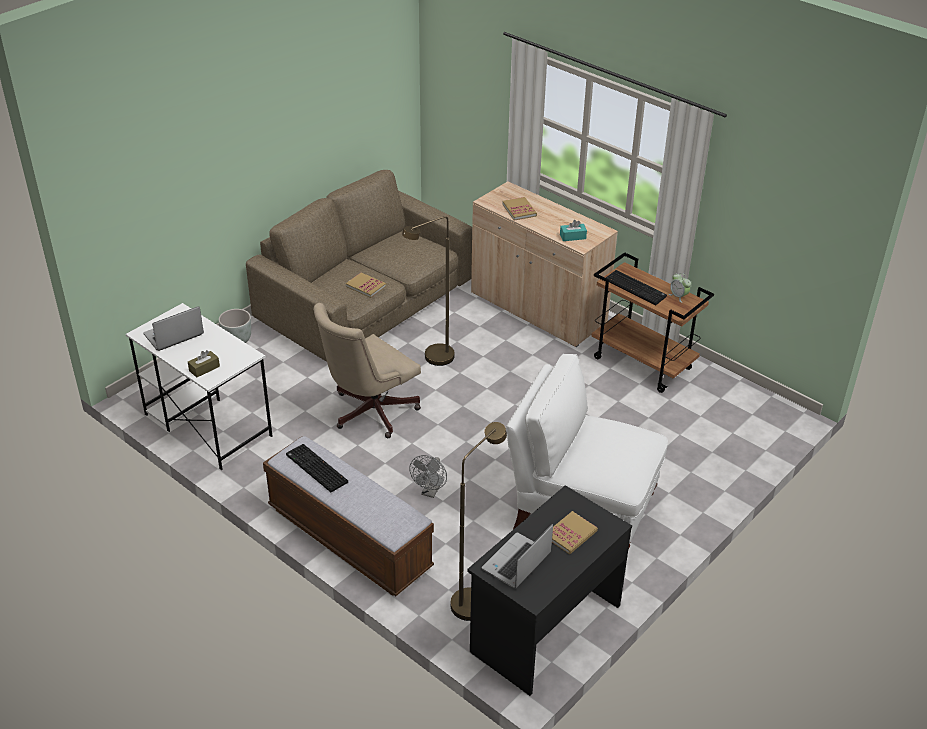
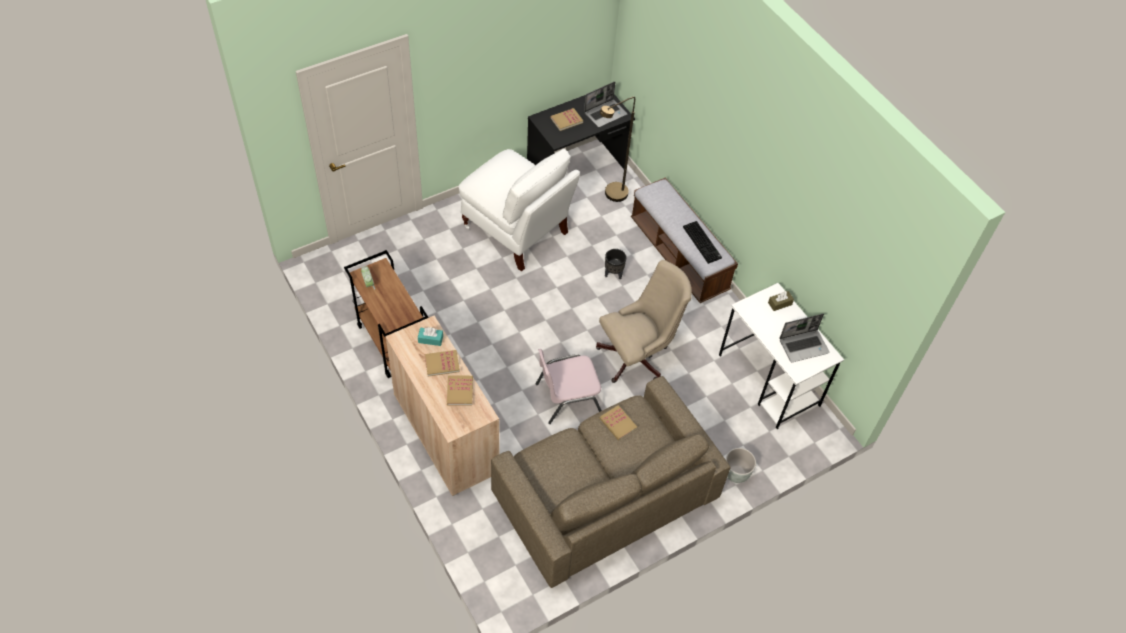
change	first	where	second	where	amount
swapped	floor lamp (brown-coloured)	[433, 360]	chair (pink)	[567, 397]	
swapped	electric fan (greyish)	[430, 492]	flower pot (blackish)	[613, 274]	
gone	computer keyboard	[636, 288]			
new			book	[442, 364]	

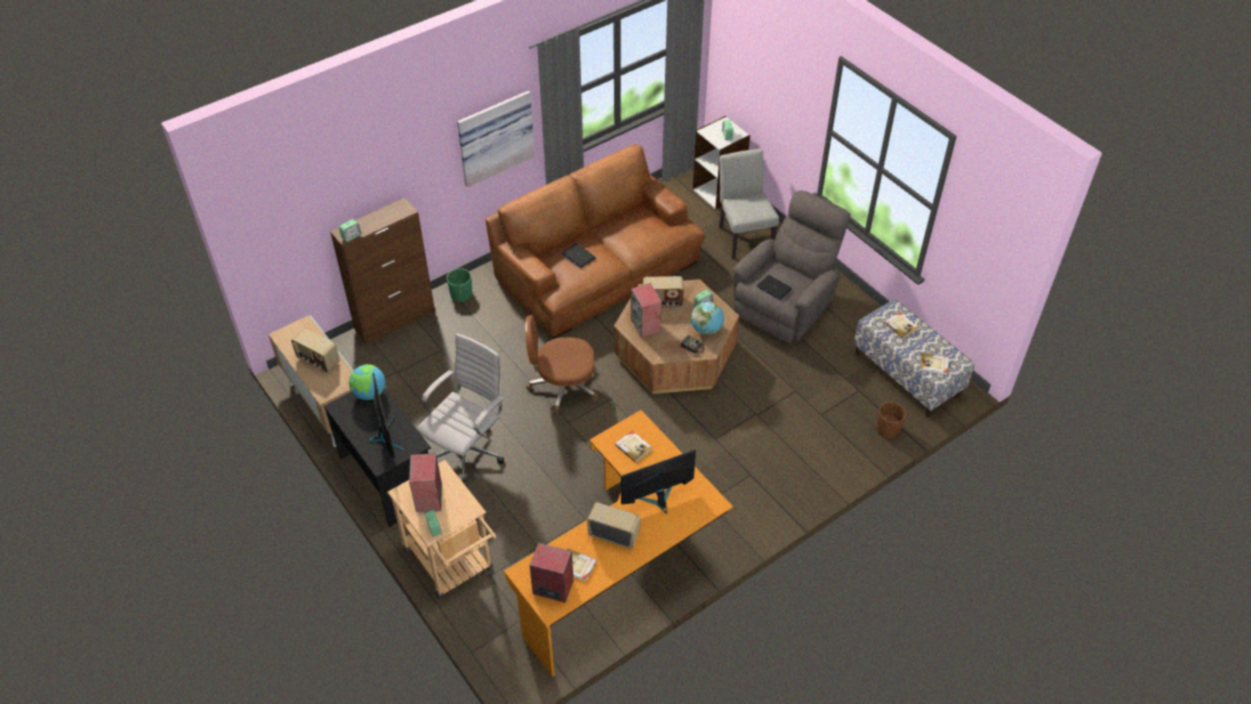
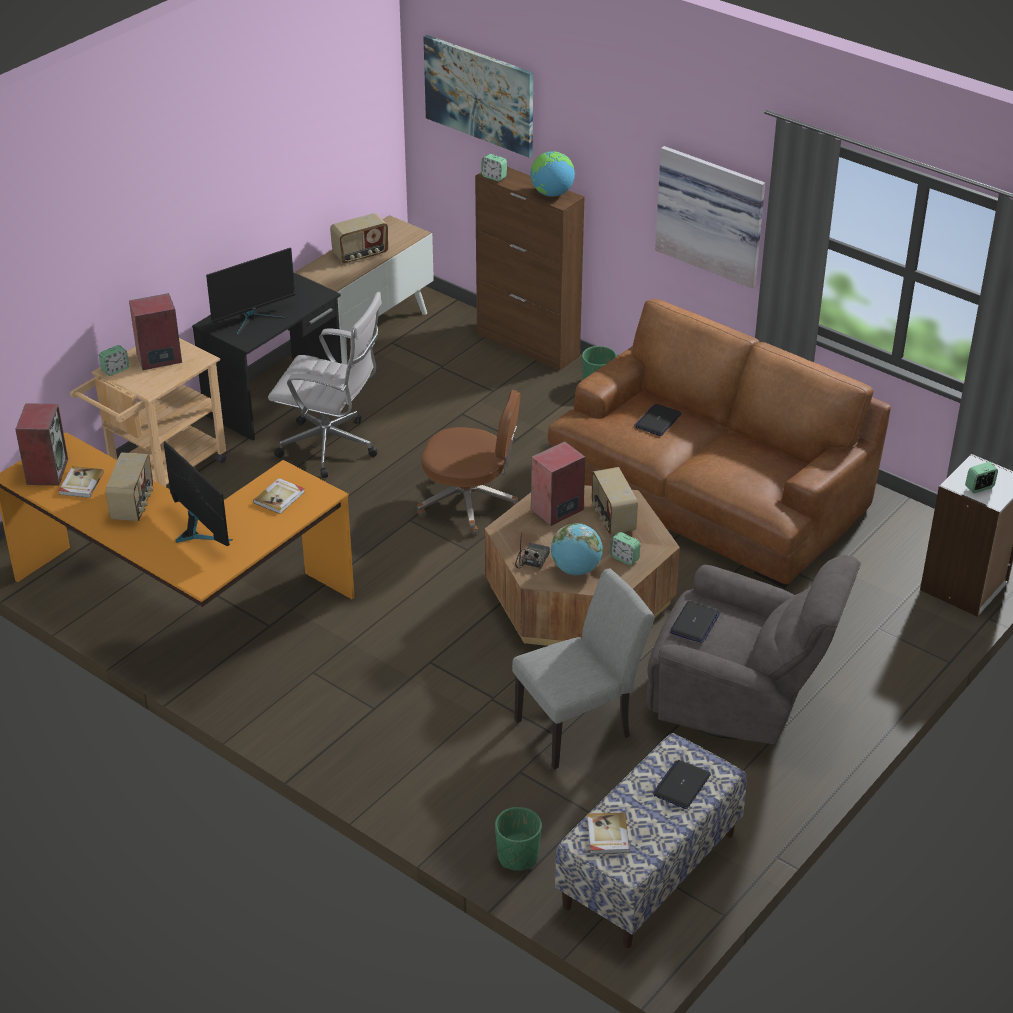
change	first	where	second	where	amount
rotated	radio receiver	[318, 360]		[360, 255]	135 degrees counterclockwise
shifted	globe	[369, 394]		[551, 193]	
rotated	computer chair (brown-coloured)	[562, 387]		[470, 502]	120 degrees clockwise
shifted	chair (greyish)	[743, 236]		[580, 725]	
repainted	flower pot (brown-coloured)	[887, 429]	flower pot (green-coloured)	[518, 856]	
swapped	book	[901, 326]	notebook computer	[681, 785]	
new			picture	[479, 95]	

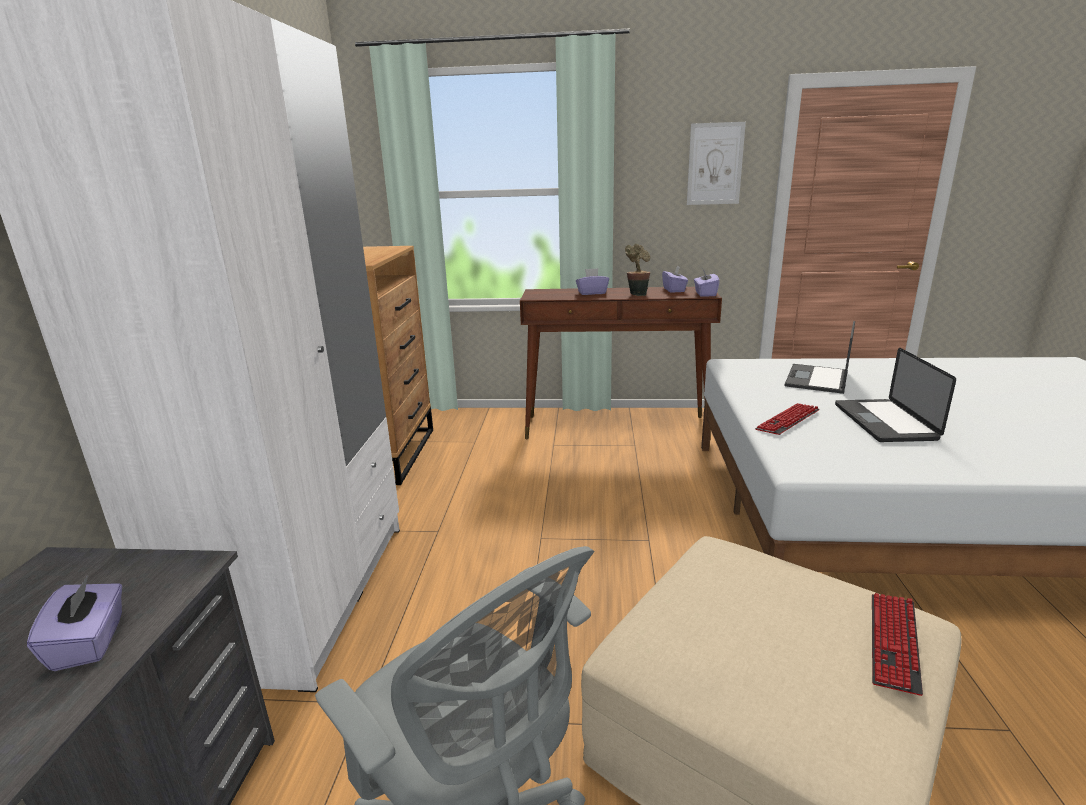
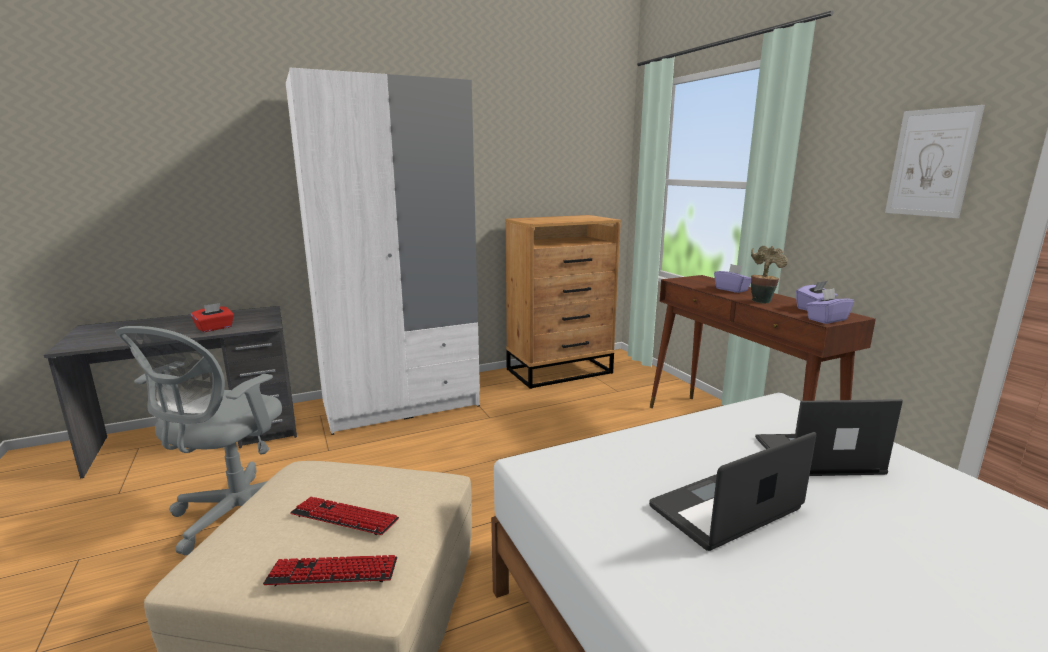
change	first	where	second	where	amount
repainted	tissue holder (purple-coloured)	[90, 642]	tissue holder (reddish)	[215, 328]	
shifted	computer keyboard	[787, 421]		[344, 517]	

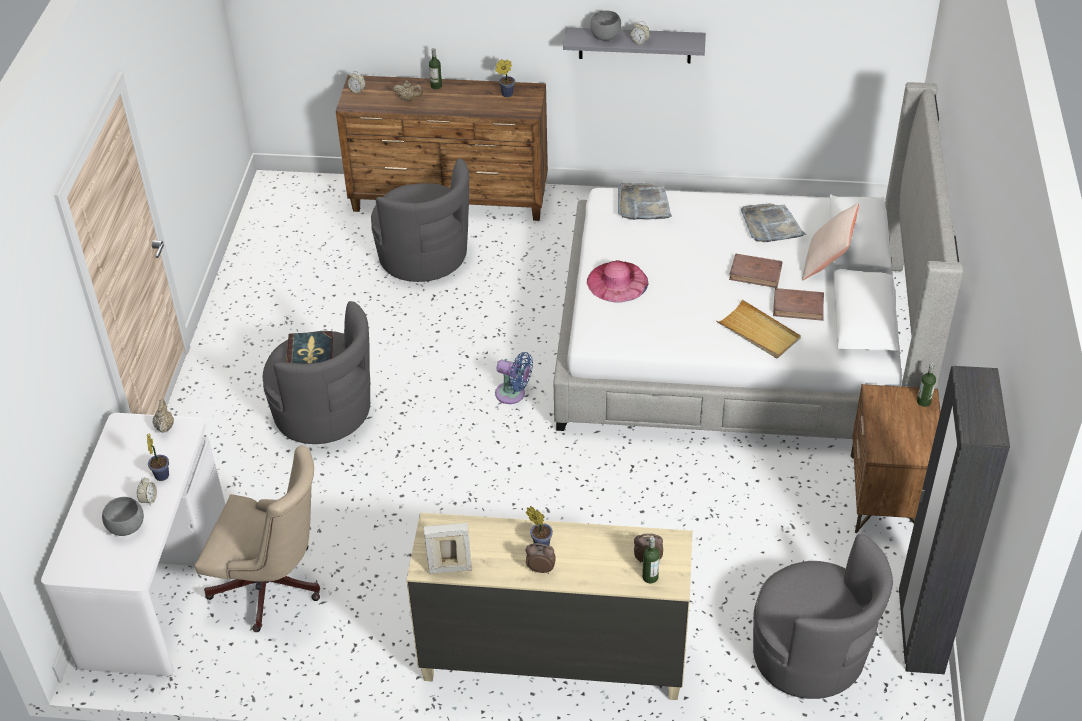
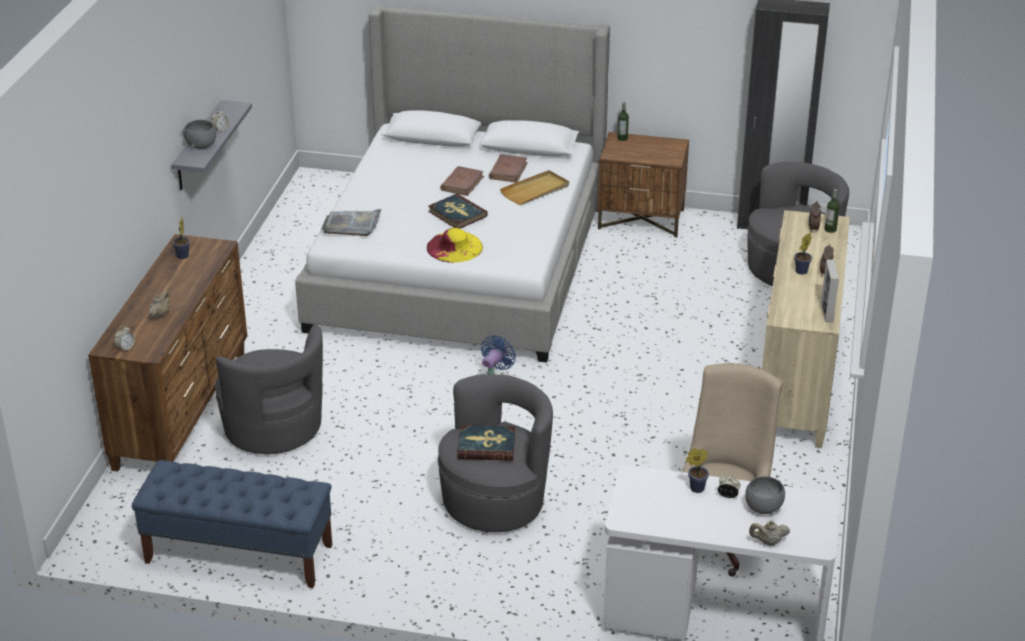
change	first	where	second	where	amount
shifted	pot for tea (beige)	[165, 426]		[768, 542]	
rotated	armchair (greyish)	[424, 258]		[274, 430]	90 degrees clockwise
gone	bottle	[436, 86]			
repainted	wearable hat (pink)	[617, 281]	wearable hat (yellow-coloured)	[454, 247]	
gone	carrying tray (greyish)	[771, 225]			
gone	throw pillow (beige)	[827, 262]			
new			long seat (bluish)	[238, 554]	
new			book	[457, 214]	

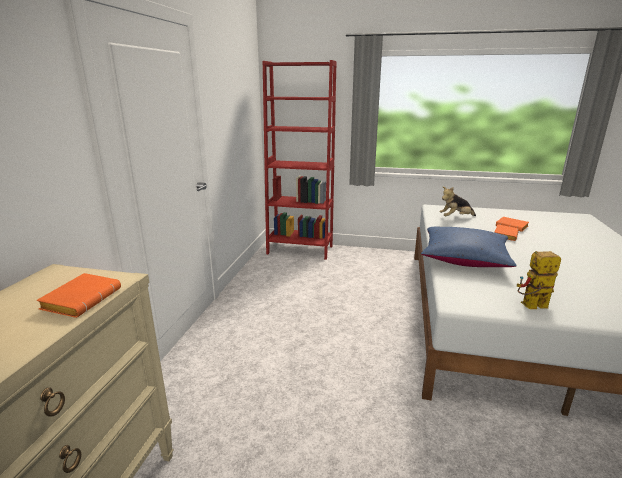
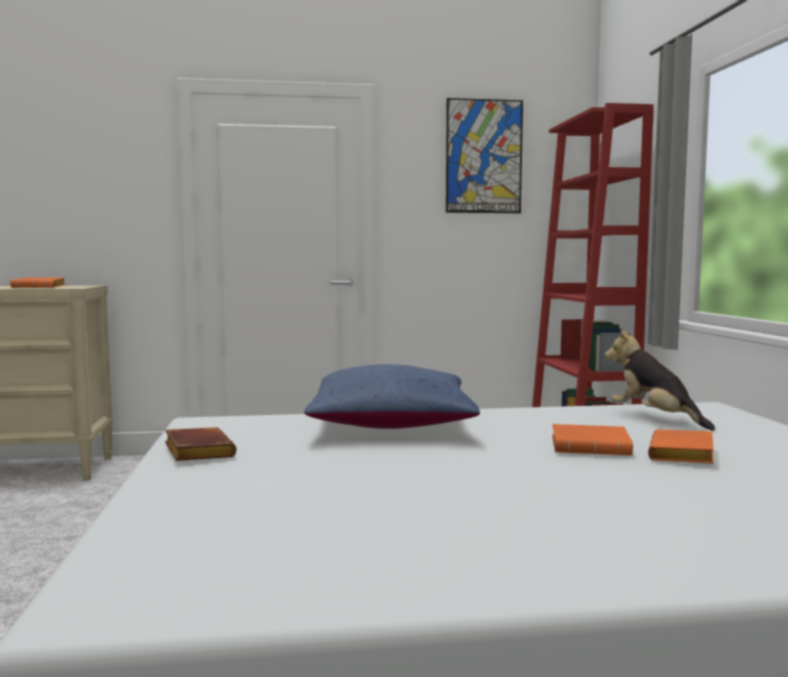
change	first	where	second	where	amount
swapped	toy robot	[530, 307]	book (brown-coloured)	[196, 452]	
new			picture	[484, 156]	

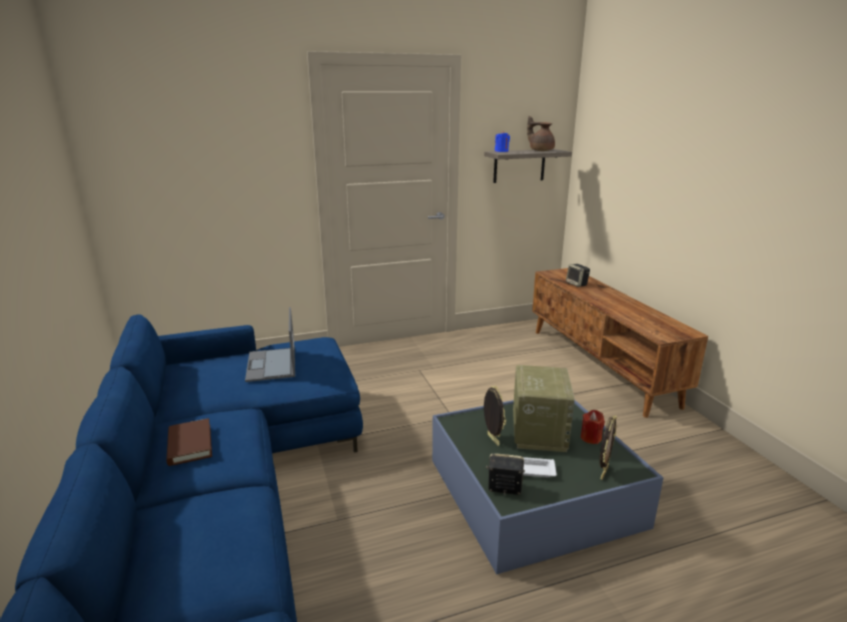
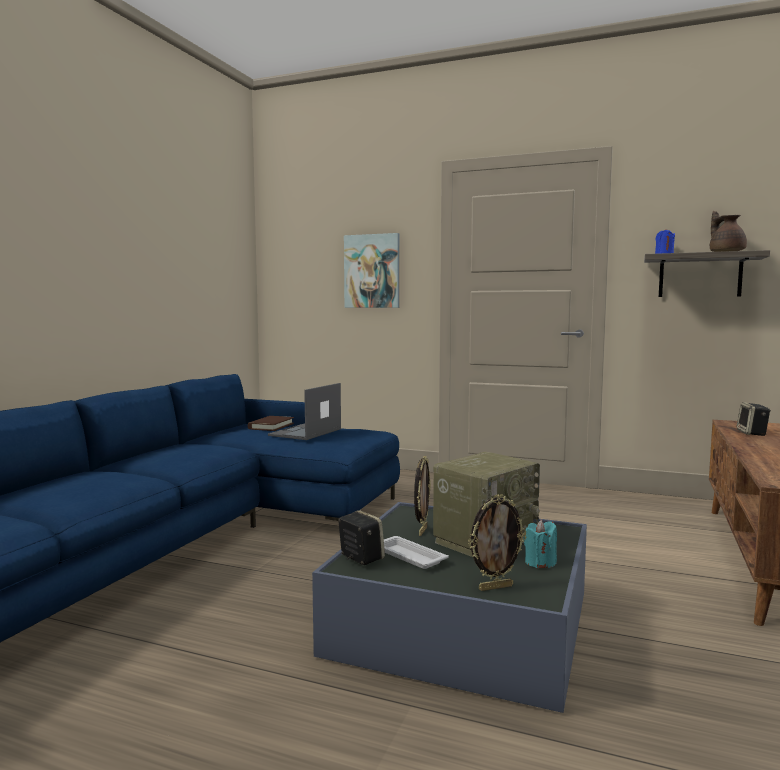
change	first	where	second	where	amount
shifted	book (brown-coloured)	[190, 445]		[271, 426]	
repainted	wax candle (reddish)	[591, 438]	wax candle (turquoise)	[540, 562]	
new			picture	[372, 271]	

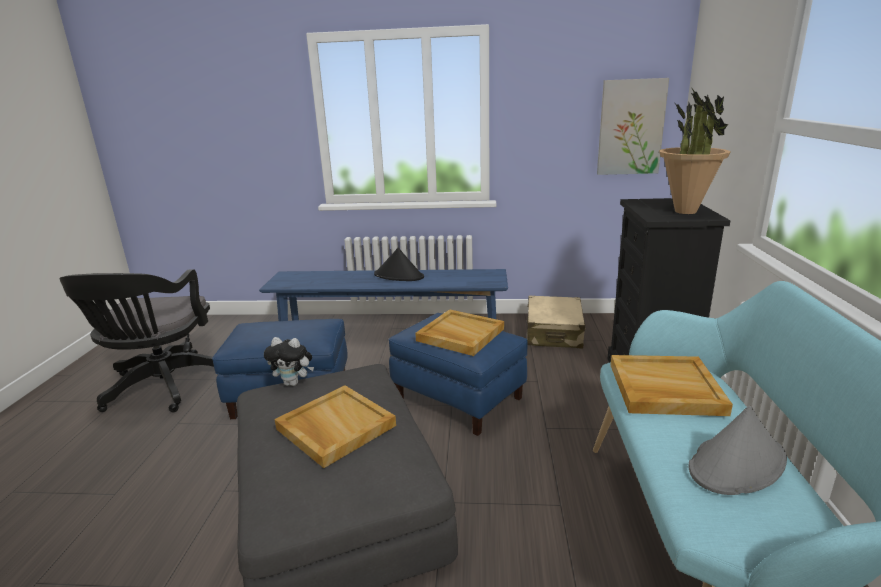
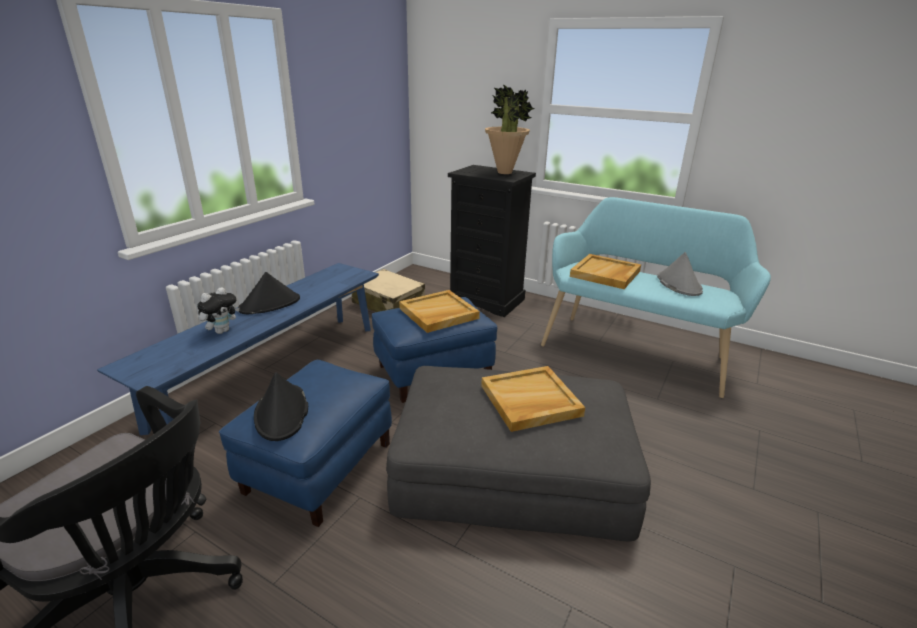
change	first	where	second	where	amount
shifted	cuddly toy	[293, 383]		[222, 331]	
gone	picture	[630, 127]			
new			wearable hat (blackish)	[282, 413]	

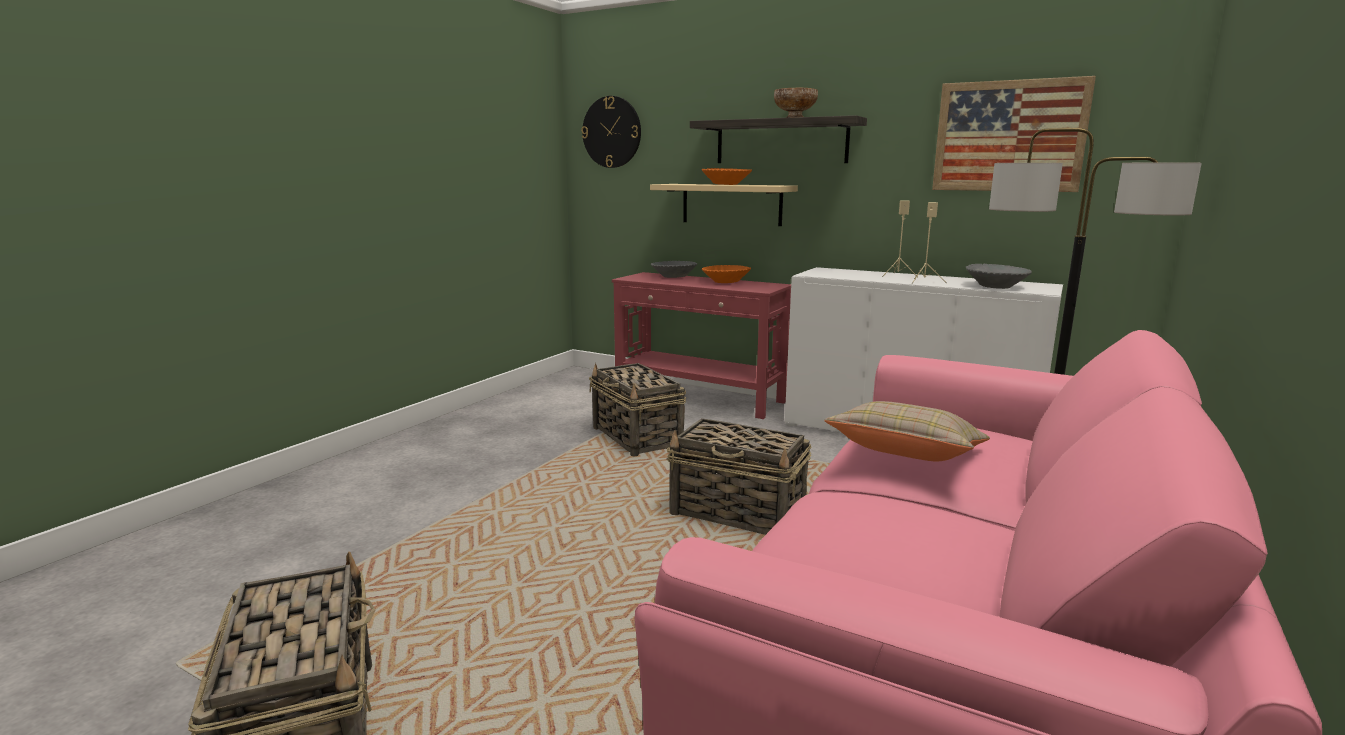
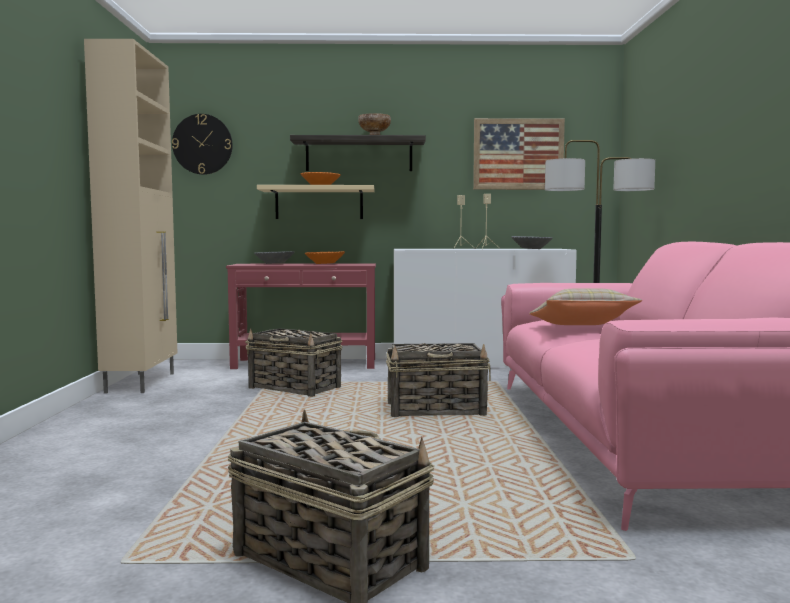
change	first	where	second	where	amount
new			cabinet (beige)	[142, 382]	

